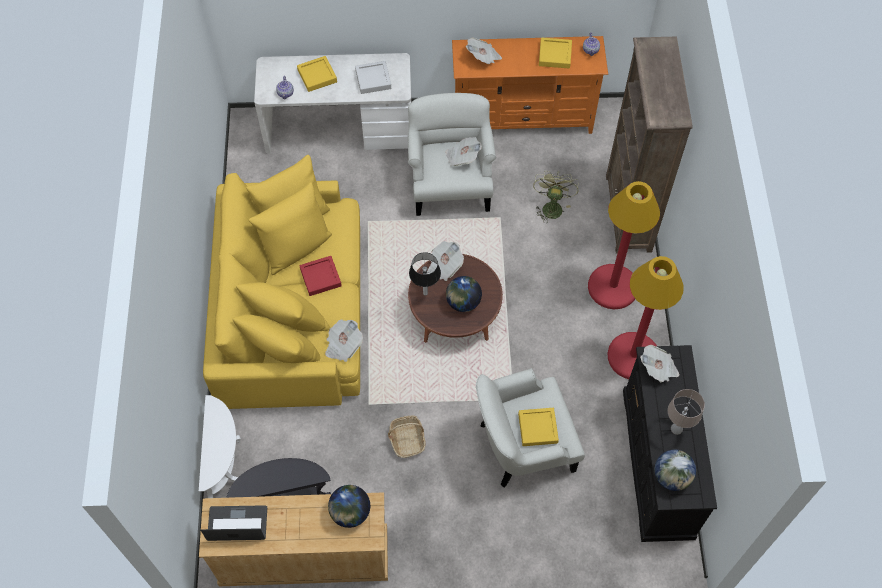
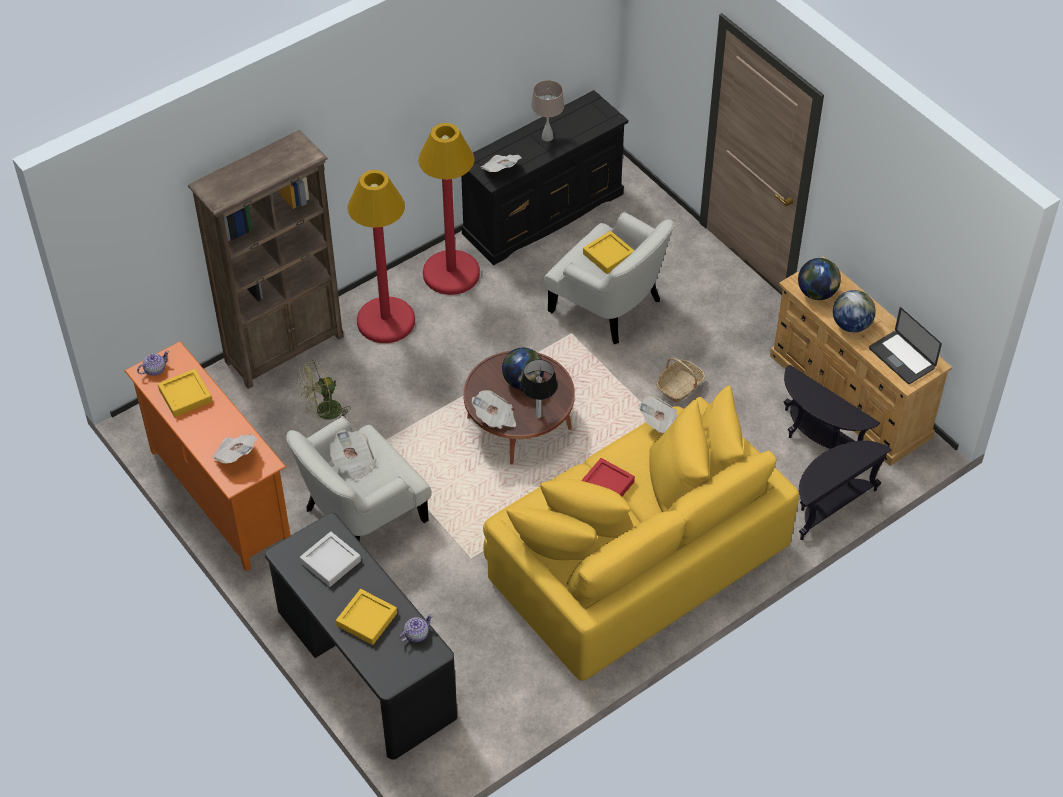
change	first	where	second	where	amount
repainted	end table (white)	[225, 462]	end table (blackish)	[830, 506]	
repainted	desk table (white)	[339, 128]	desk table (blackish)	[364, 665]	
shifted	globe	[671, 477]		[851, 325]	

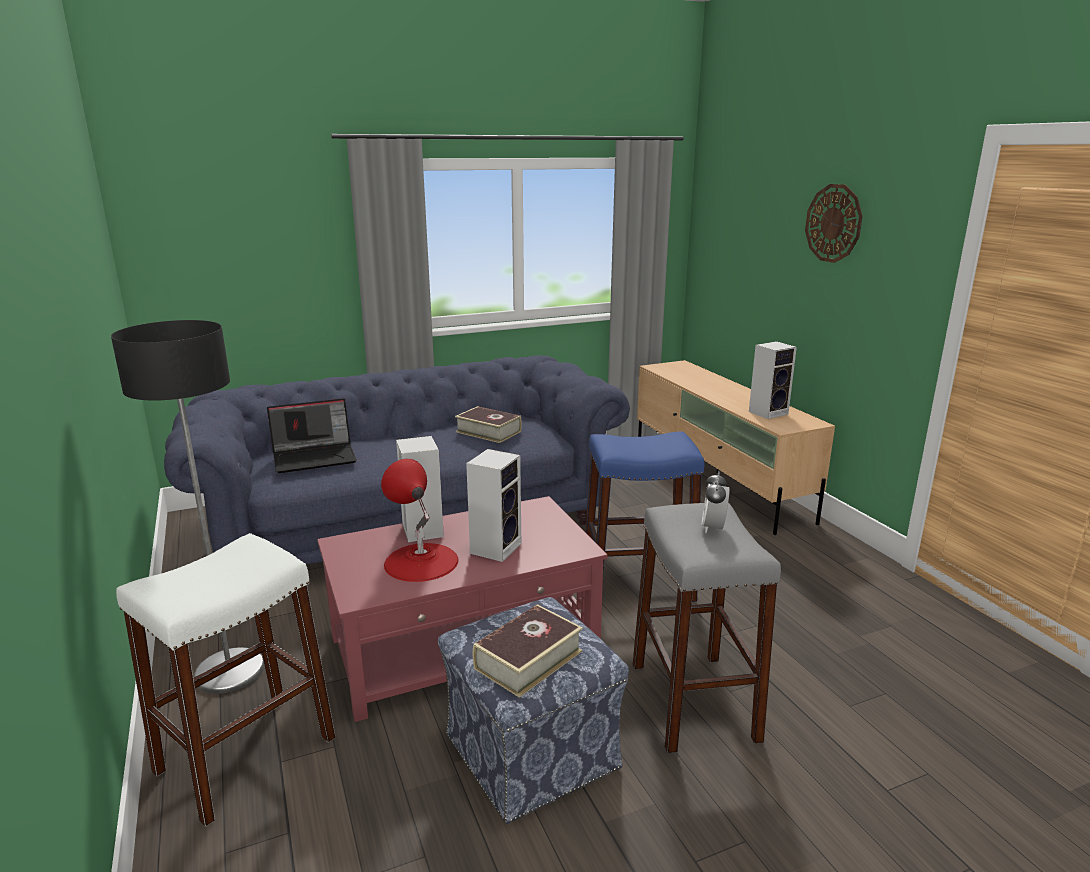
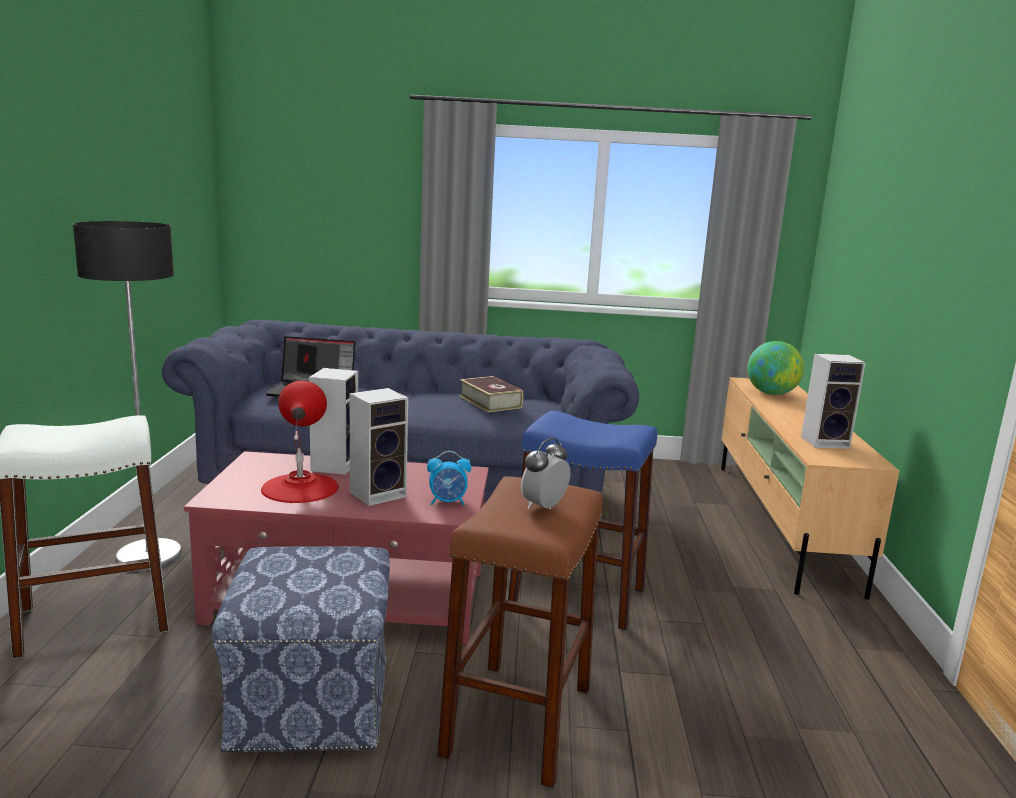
change	first	where	second	where	amount
gone	book	[528, 659]			
repainted	stool seat (greyish)	[693, 701]	stool seat (brown-coloured)	[518, 720]	
gone	wall clock	[833, 223]			
new			table clock	[448, 502]	
new			globe	[771, 393]	

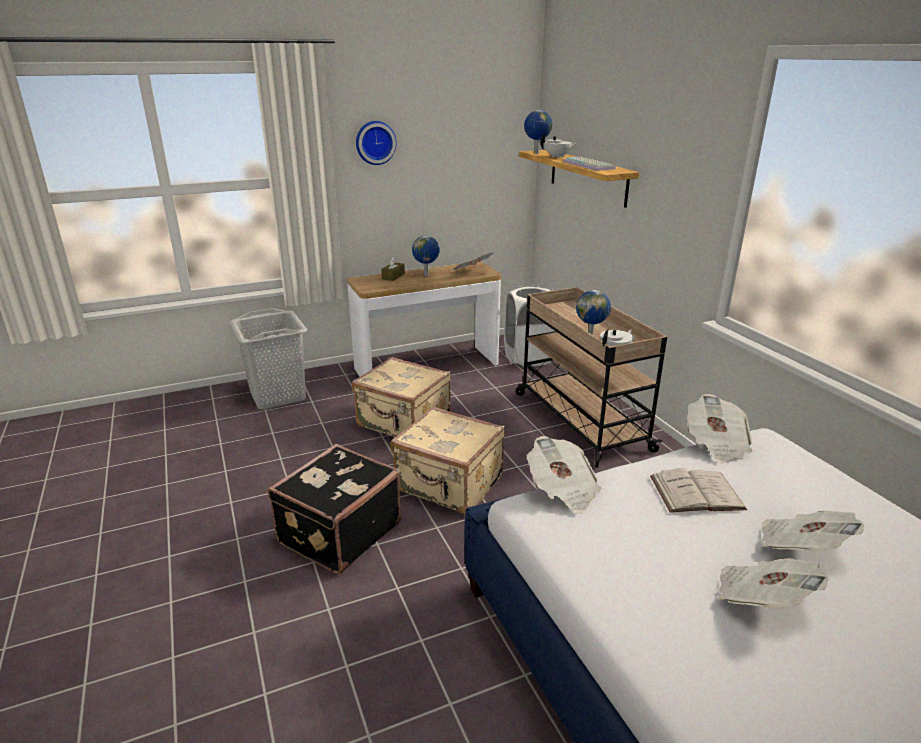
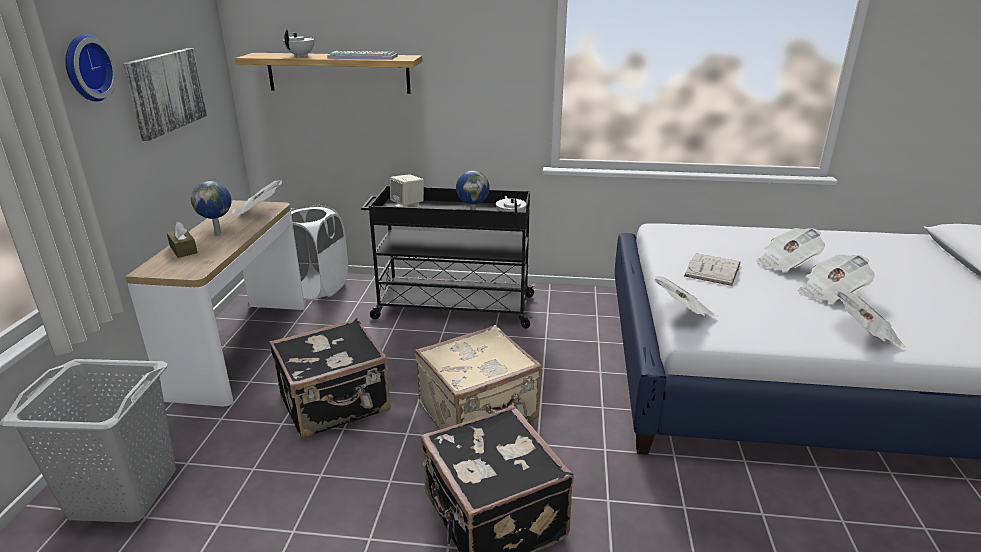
change	first	where	second	where	amount
repainted	piece of luggage (beige)	[403, 423]	piece of luggage (blackish)	[336, 404]	
repainted	cart (beige)	[580, 420]	cart (blackish)	[452, 307]	
gone	globe	[536, 153]			
shifted	printed paper	[716, 444]		[865, 334]	
new			picture	[165, 92]	
new			audio speaker (beige)	[408, 206]	

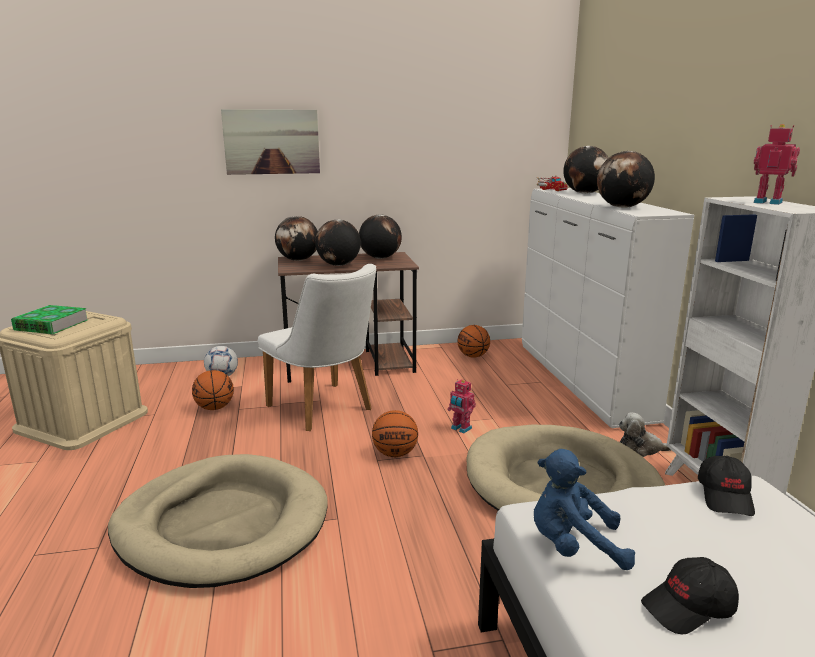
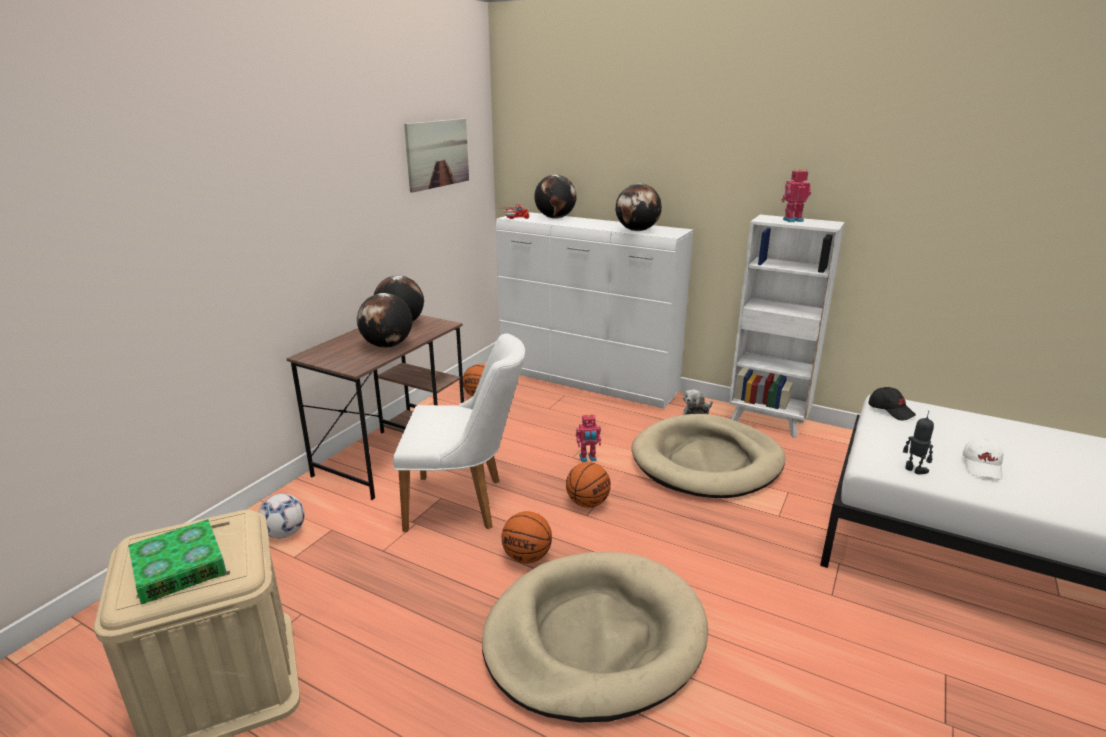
change	first	where	second	where	amount
shifted	basketball	[214, 408]		[527, 557]	
shifted	picture	[272, 142]		[437, 154]	
gone	globe	[298, 260]			
swapped	cuddly toy (bluish)	[573, 547]	toy robot	[913, 470]	
repainted	cap (blackish)	[689, 607]	cap (white)	[982, 467]	

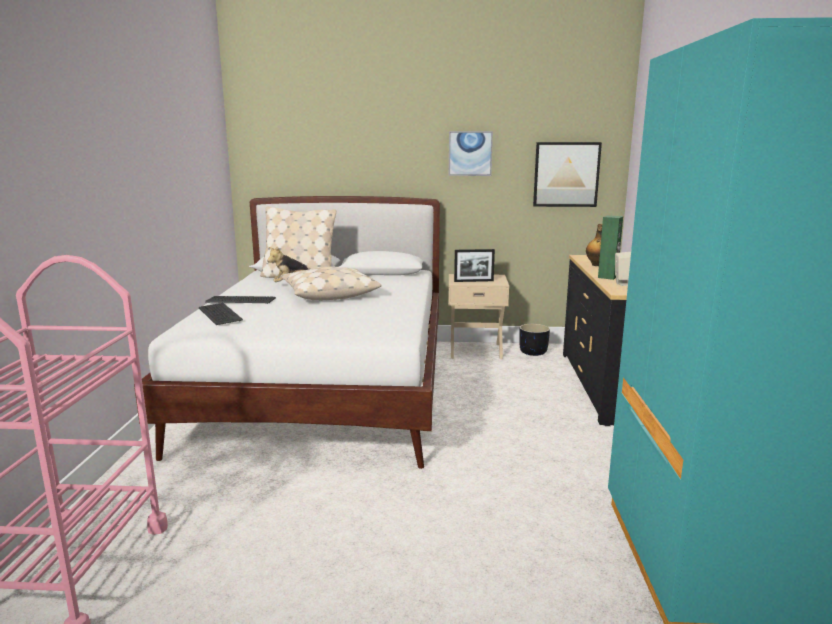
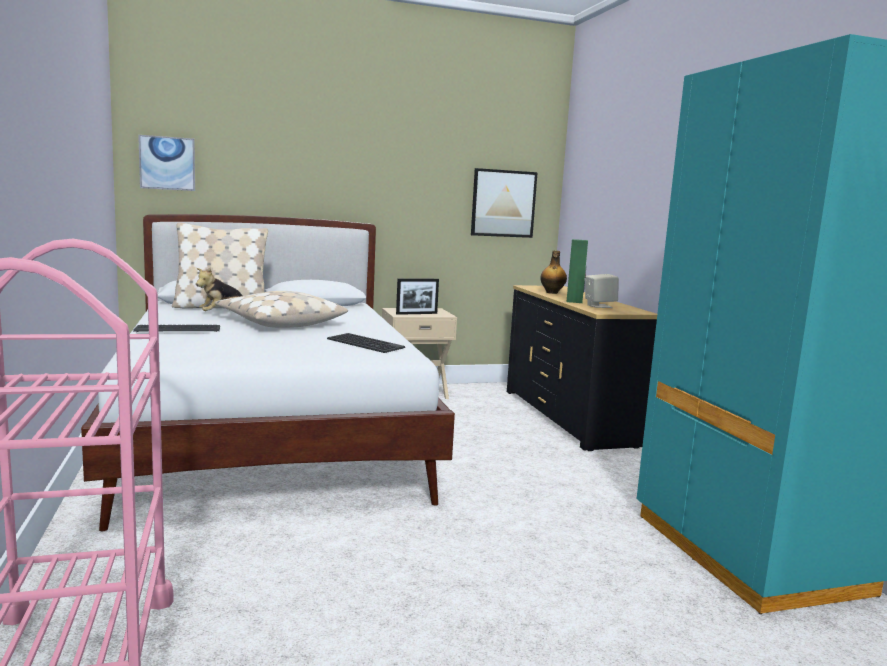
change	first	where	second	where	amount
shifted	computer keyboard	[219, 314]		[364, 344]	
shifted	picture	[470, 153]		[167, 163]	
gone	flower pot (blackish)	[533, 352]			

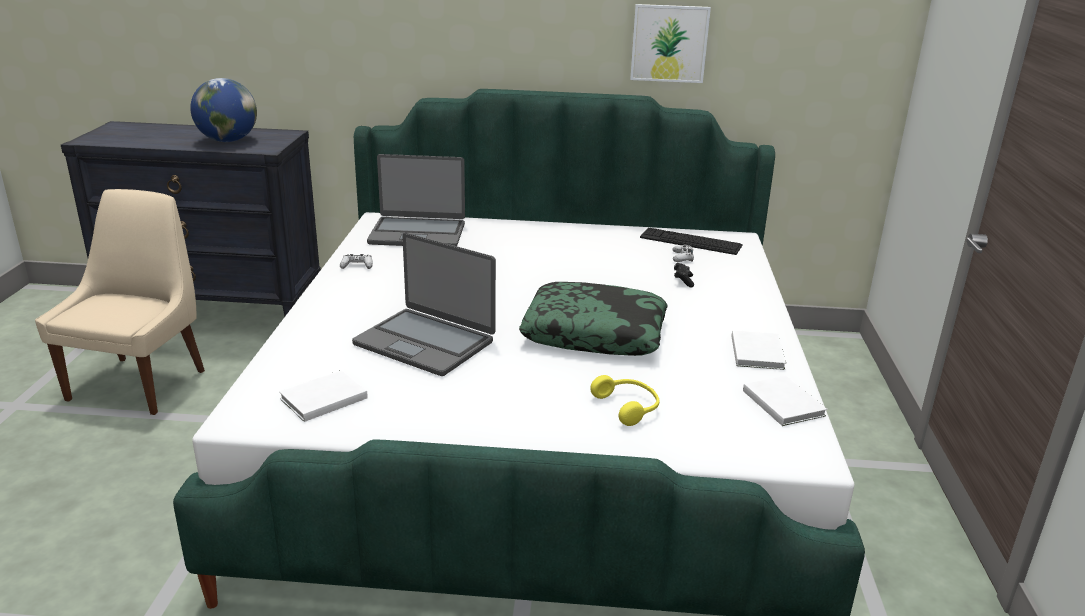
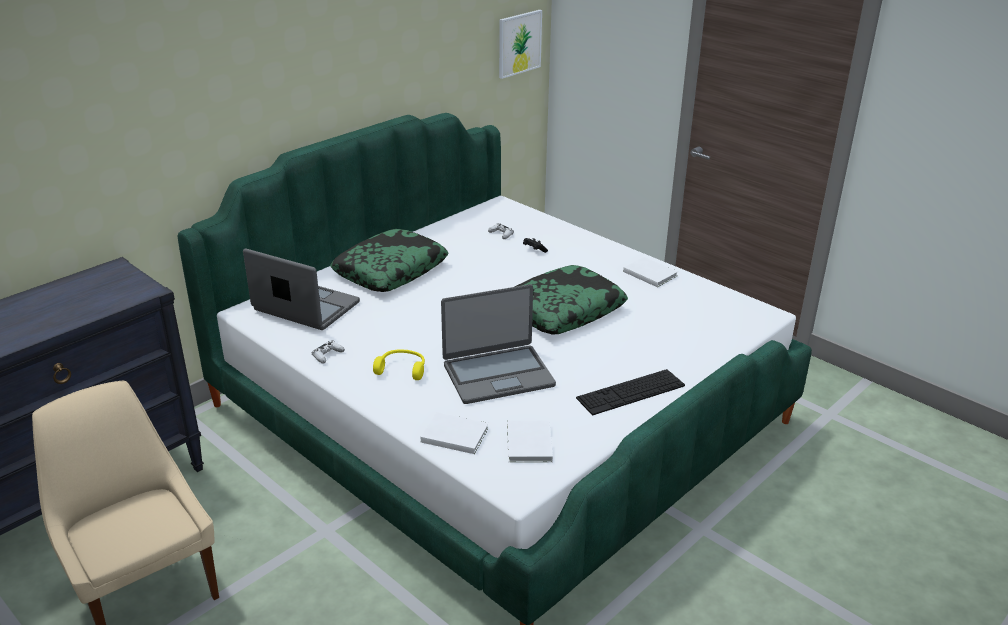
change	first	where	second	where	amount
gone	globe	[228, 141]			
rotated	notebook computer	[417, 233]		[305, 307]	105 degrees counterclockwise
shifted	headphones (yellow-coloured)	[628, 407]		[402, 369]	
shifted	picture	[669, 43]		[519, 43]	
shifted	computer keyboard	[690, 241]		[631, 392]	
shifted	book (white)	[783, 402]		[453, 434]	
new			throw pillow	[390, 270]	

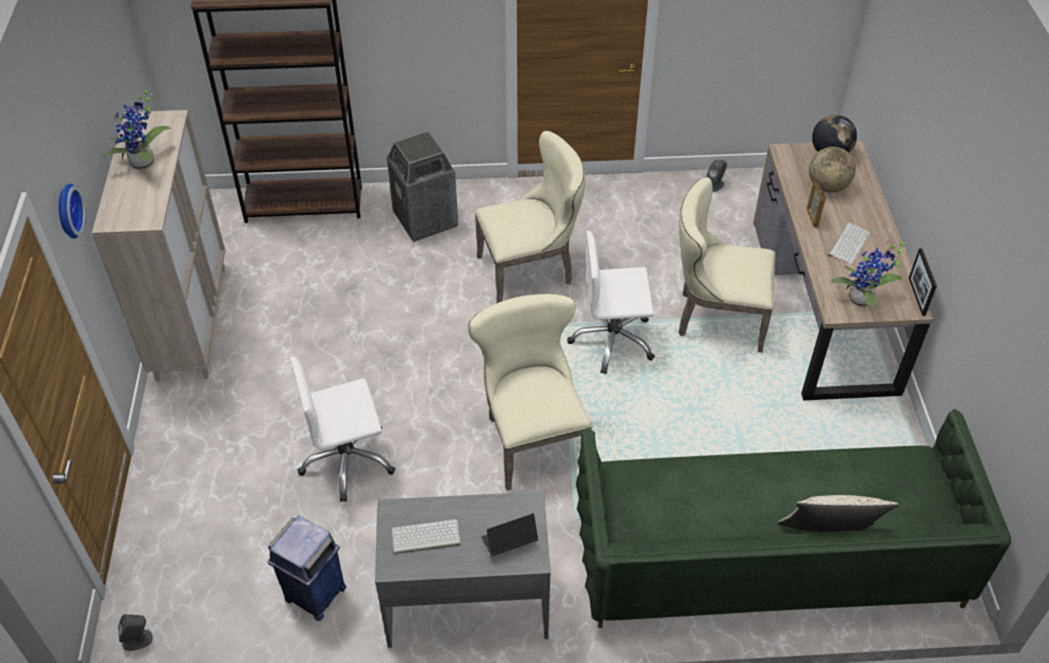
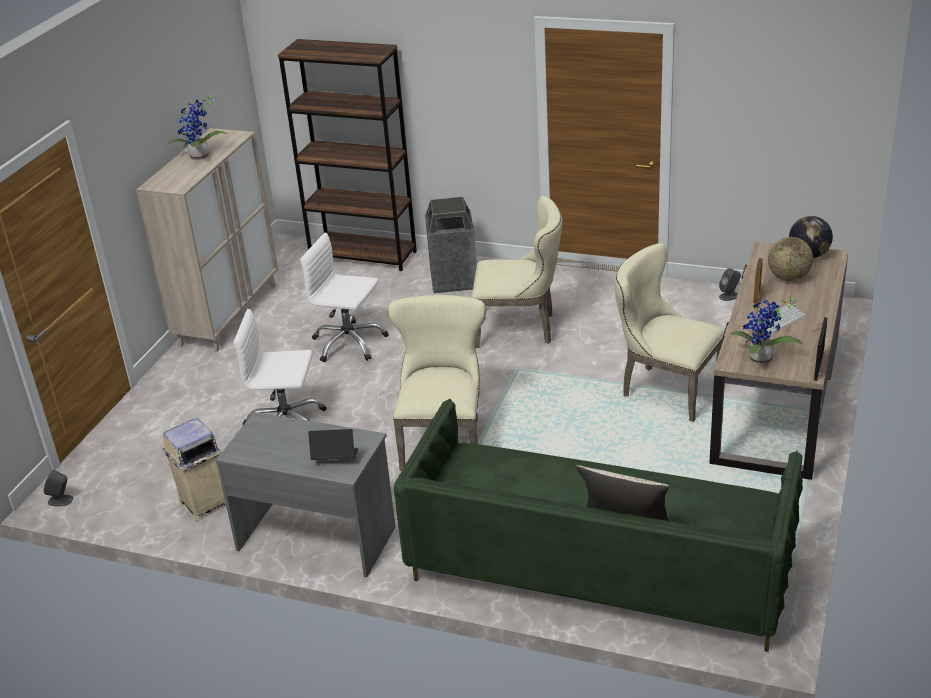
change	first	where	second	where	amount
gone	wall clock	[66, 211]			
repainted	waste bin (bluish)	[314, 594]	waste bin (beige)	[204, 503]	
gone	computer keyboard	[425, 538]			
shifted	computer chair (white)	[612, 341]		[348, 343]	

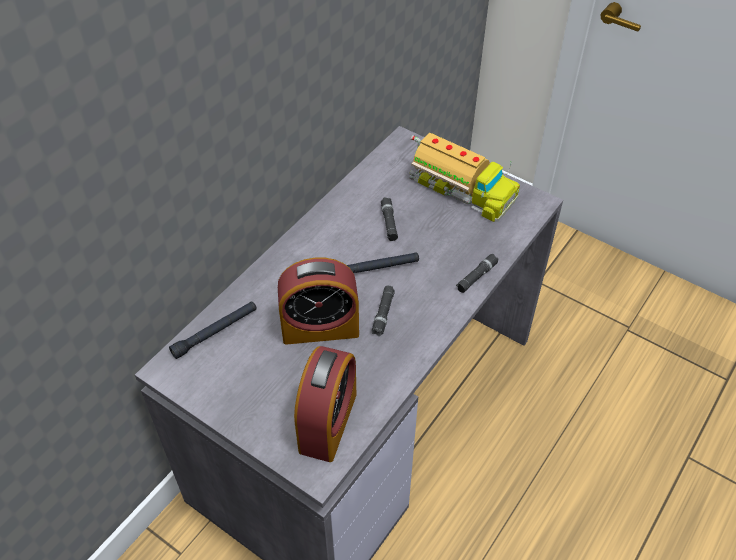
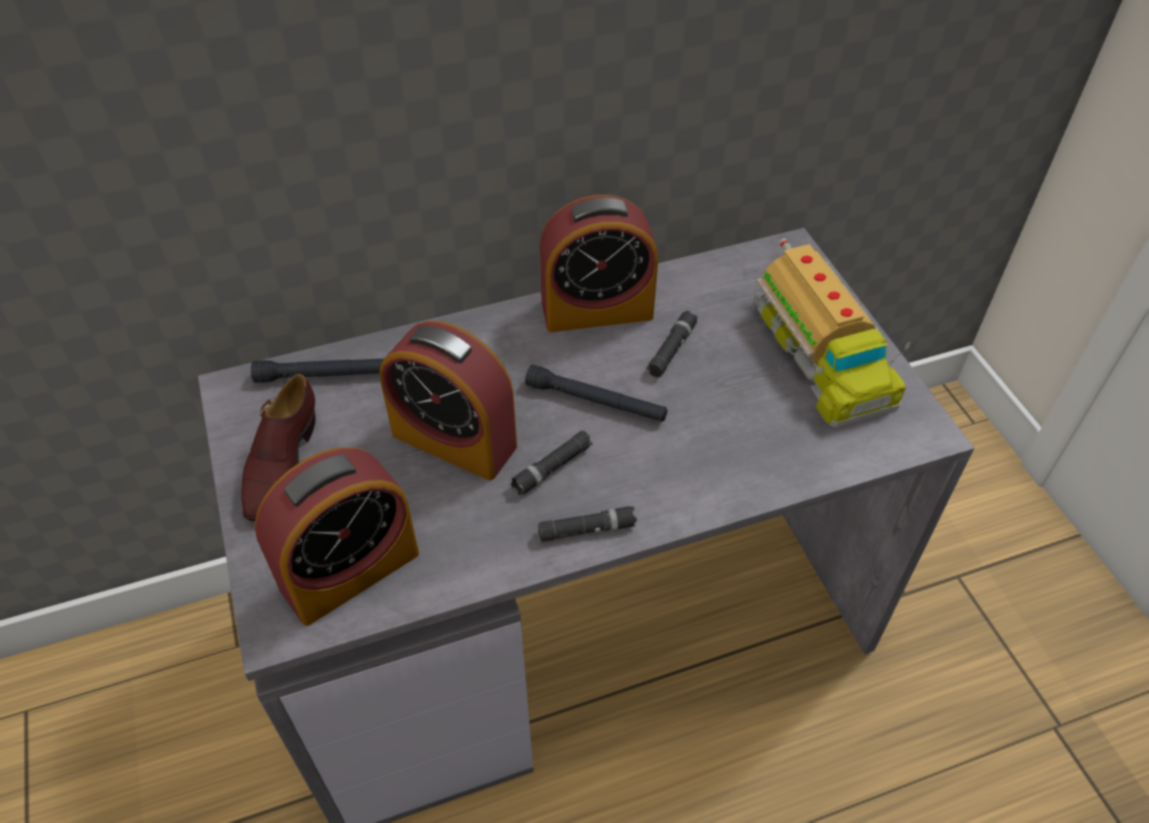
change	first	where	second	where	amount
shifted	hand torch (blackish)	[476, 276]		[587, 529]	
new			shoe (brown-coloured)	[281, 463]	
new			table clock	[597, 310]	

